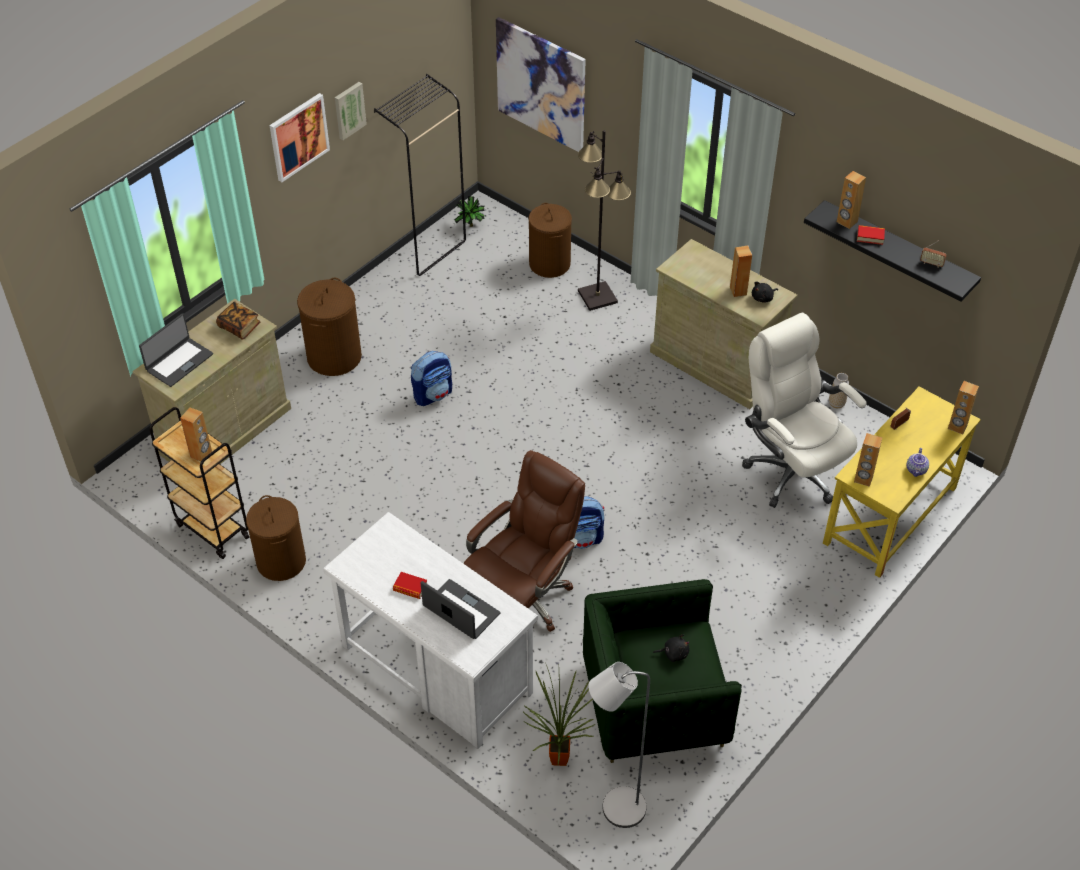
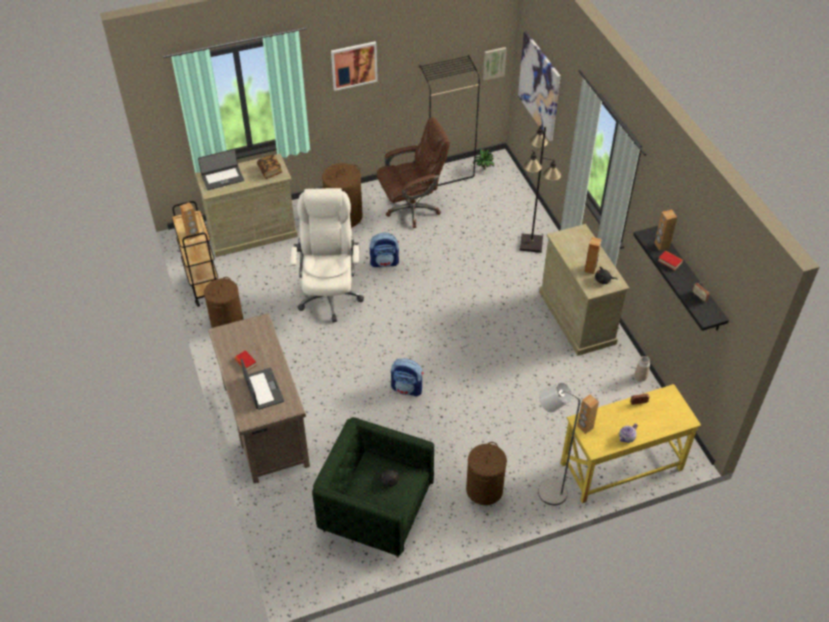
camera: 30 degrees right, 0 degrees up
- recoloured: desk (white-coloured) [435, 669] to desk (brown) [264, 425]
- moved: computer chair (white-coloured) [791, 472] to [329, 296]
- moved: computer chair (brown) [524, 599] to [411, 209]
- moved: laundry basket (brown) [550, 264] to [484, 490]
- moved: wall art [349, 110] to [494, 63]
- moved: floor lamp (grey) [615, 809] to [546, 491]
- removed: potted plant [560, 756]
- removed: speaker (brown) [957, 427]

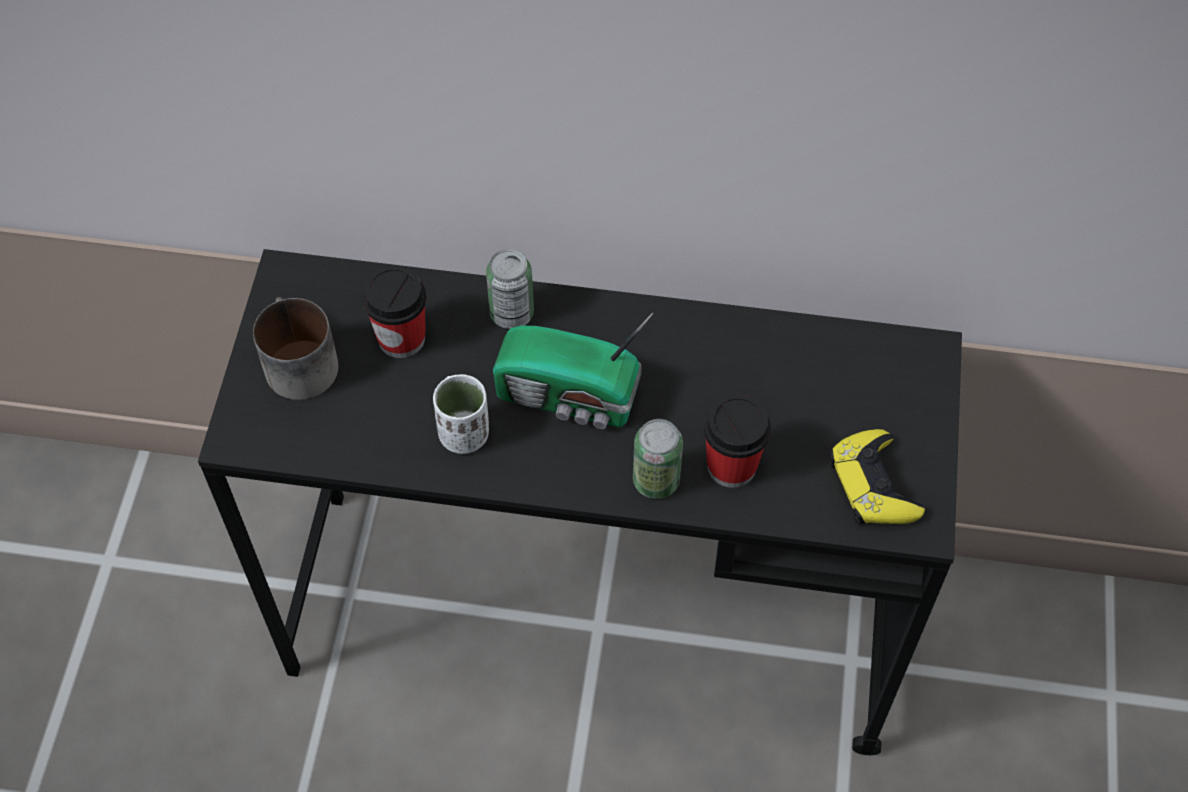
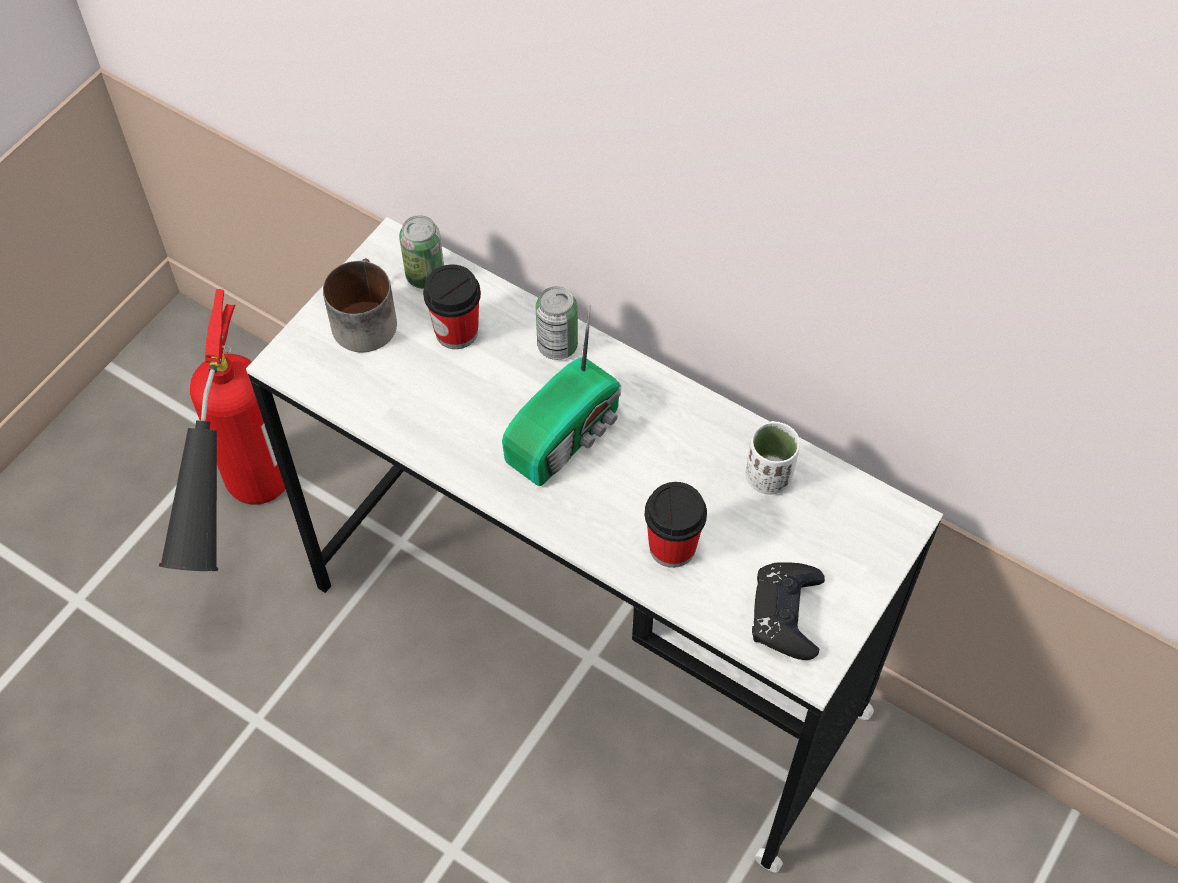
camera: 25 degrees right, 0 degrees up
- added: extinguisher [244, 532]
- recoloured: desk (blackish) [591, 619] to desk (white-coloured) [587, 648]
- moved: sealed can [656, 480] to [425, 275]
- turned: radio set [570, 398] = [567, 435] 90 degrees counterclockwise
- moved: cup (white-coloured) [464, 435] to [768, 477]
- recoloured: game controller (yellowish) [873, 485] to game controller (blackish) [786, 614]

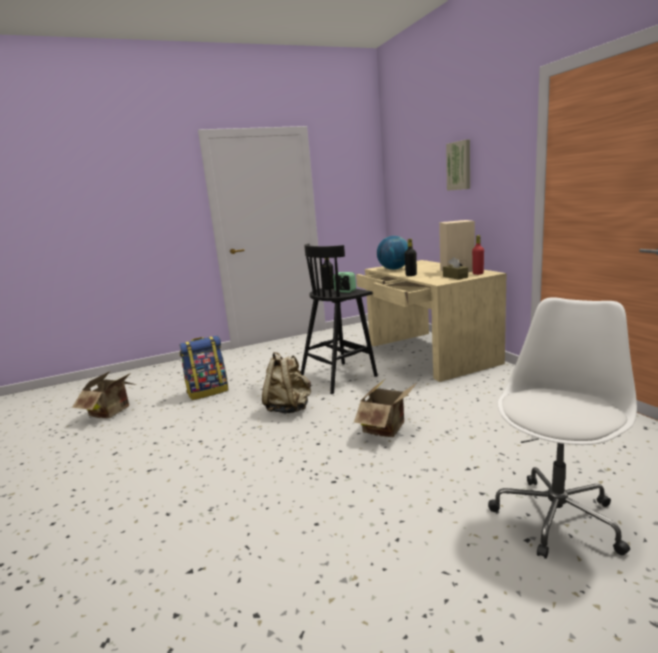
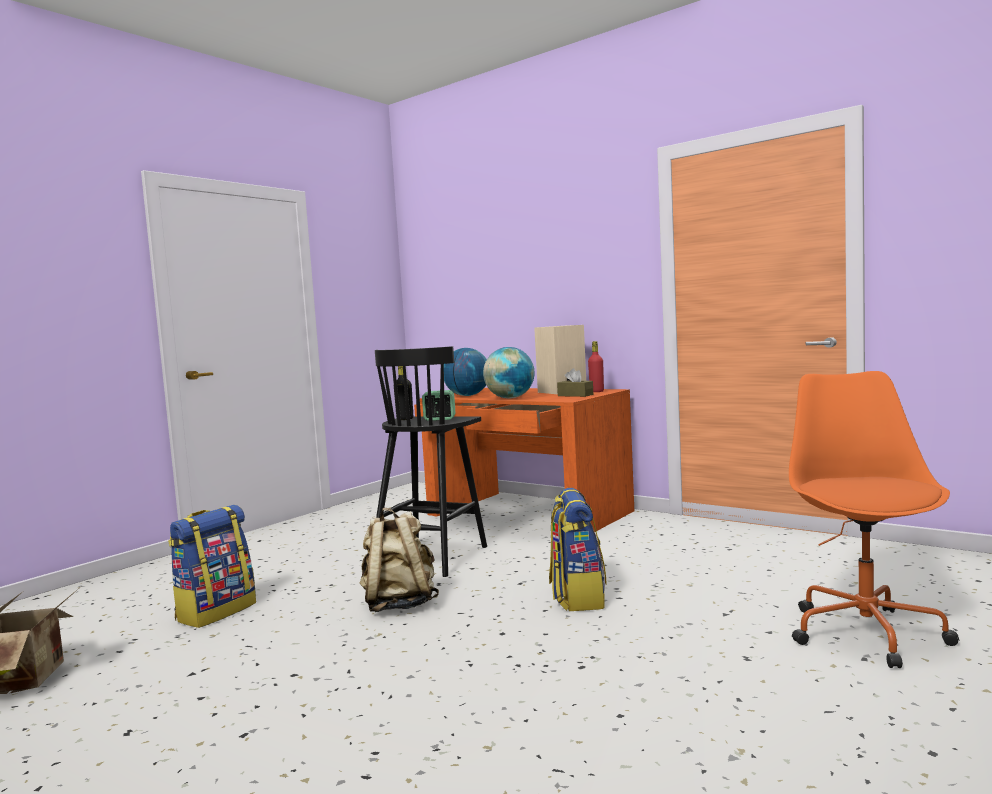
camera: 30 degrees left, 10 degrees down
- recoloured: desk (beige) [424, 355] to desk (orangey) [523, 516]
- replaced: bottle (blackish) [411, 275] to world globe [510, 398]
- replaced: carton [387, 428] to rucksack [577, 597]
- recoloured: computer chair (white-coloured) [557, 517] to computer chair (orangey) [864, 632]
- removed: wall art [459, 165]

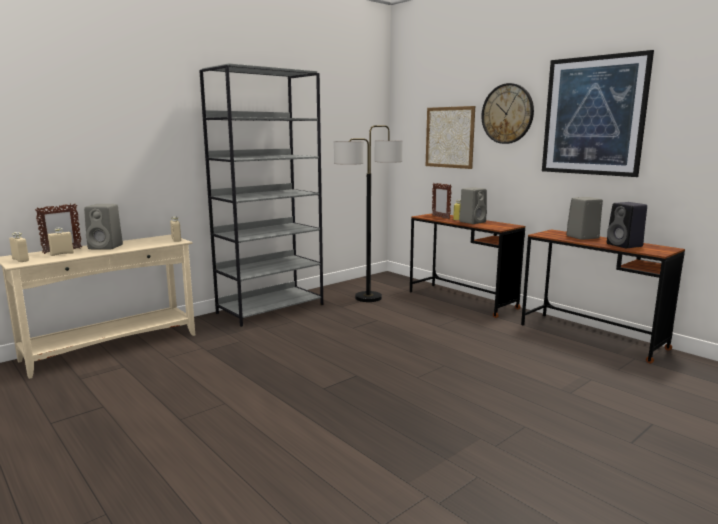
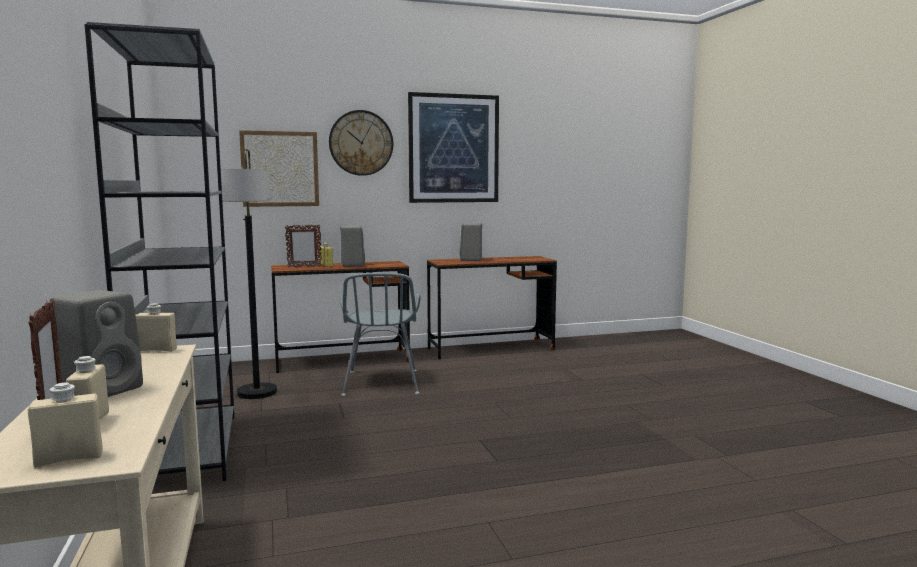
camera: 65 degrees left, 5 degrees down
- added: chair (grey) [381, 383]
- removed: speaker (blackish) [625, 245]

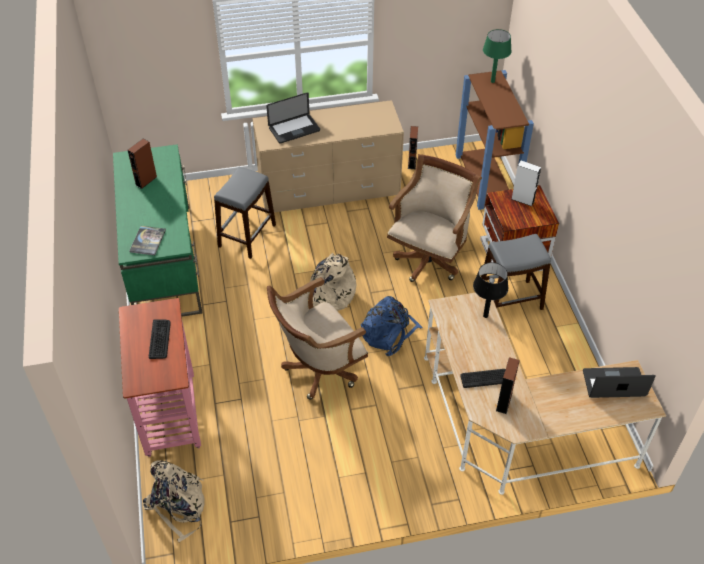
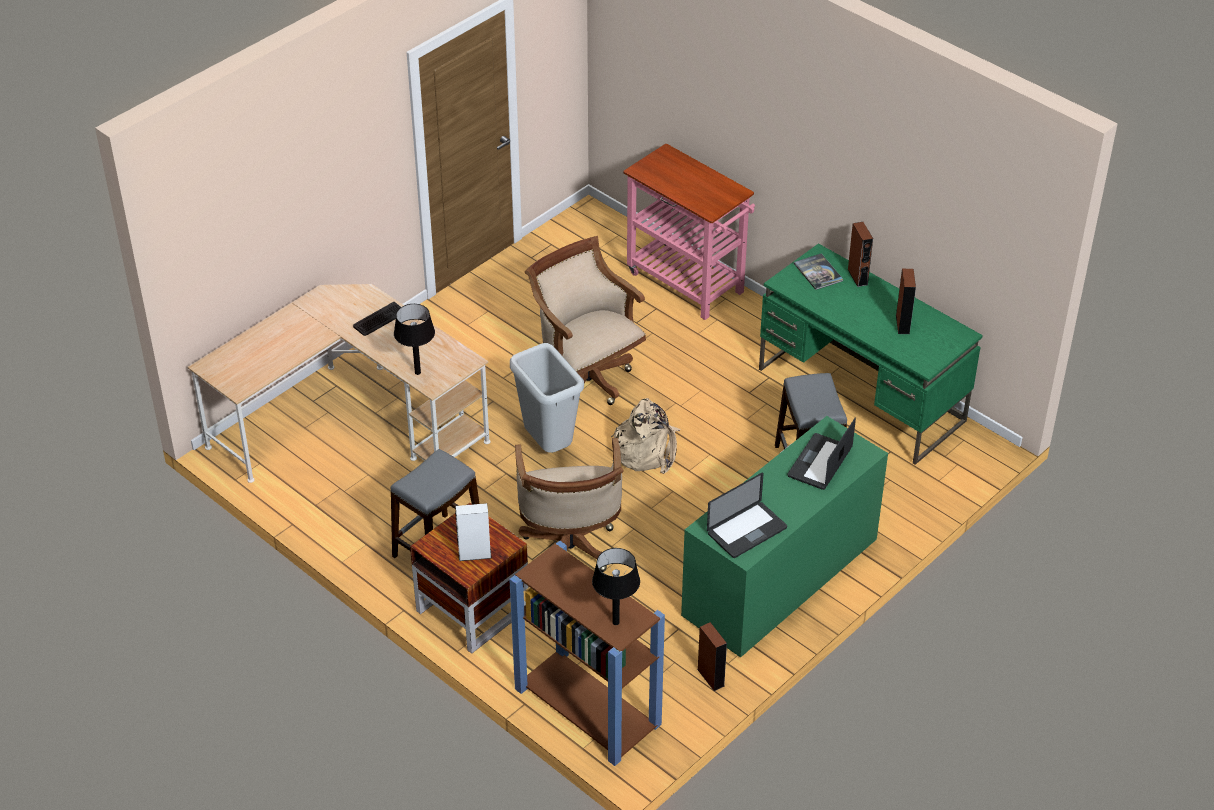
camera: 145 degrees right, 5 degrees down
- replaced: rucksack (blue) [389, 333] to waste bin (grey) [547, 446]
- turned: computer chair [319, 372] = [585, 377] 60 degrees counterclockwise
- recoloured: lamp for a table (green) [492, 81] to lamp for a table (blackish) [616, 622]
- recoloured: dresser (beige) [330, 188] to dresser (green) [779, 579]
- moved: laptop [614, 384] to [747, 531]
- moved: speaker (brown) [504, 401] to [857, 277]
- removed: rucksack (beige) [178, 505]
- removed: computer keyboard [160, 339]

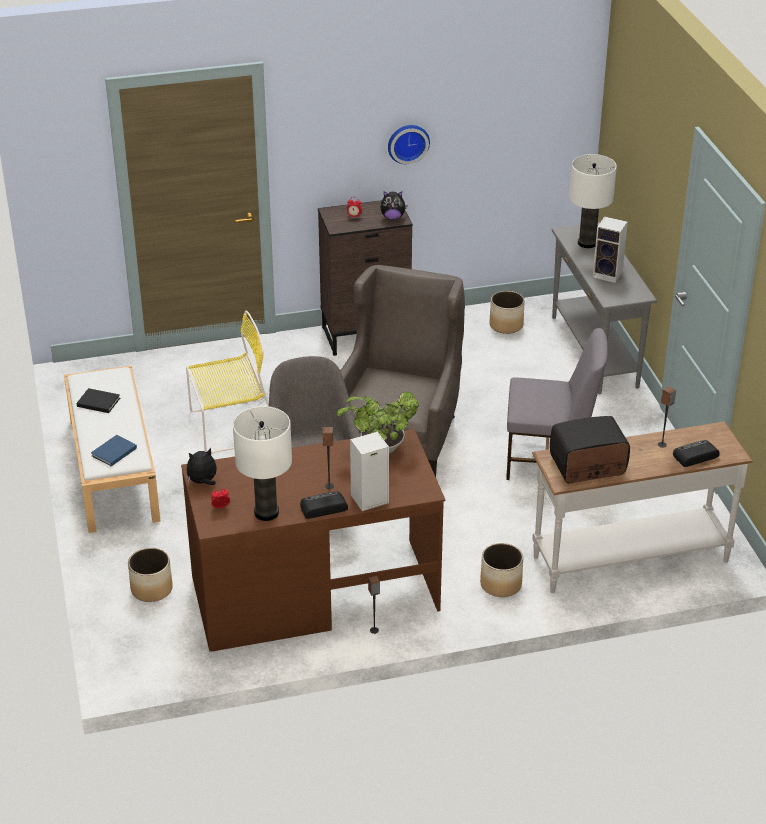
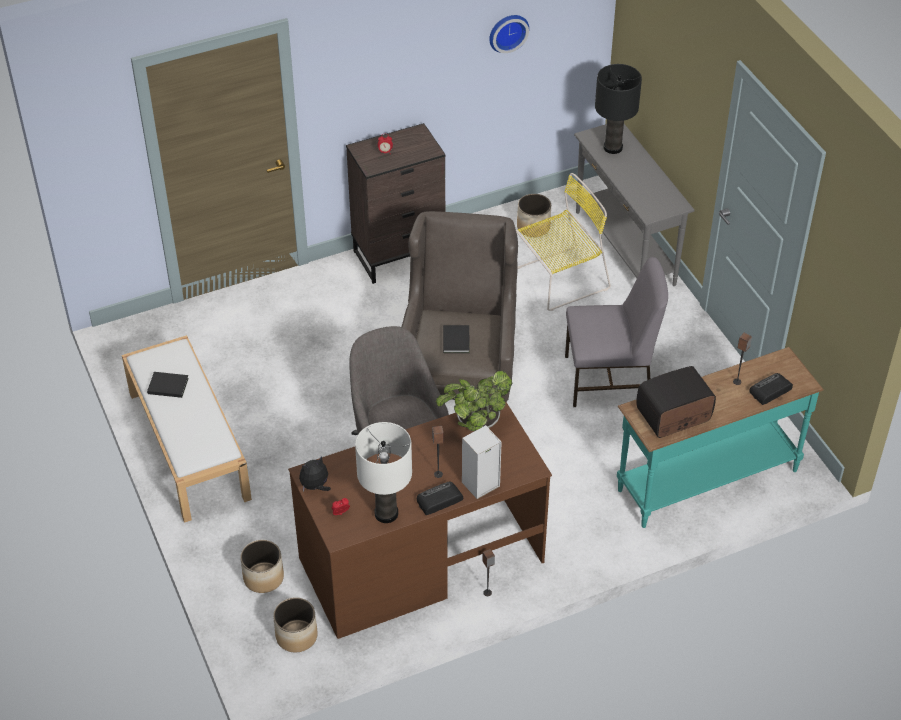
camera: 10 degrees left, 10 degrees up
- moved: plant pot [501, 584] to [297, 636]
- added: book (blackish) [456, 339]
- moved: hanging clock [407, 142] to [507, 31]
- moved: chair (yellowish) [231, 426] to [559, 279]
- recoloured: lamp for a table (white-coloured) [587, 243] to lamp for a table (blackish) [612, 148]
- recoloured: console table (white-coloured) [629, 558] to console table (blue-green) [706, 479]
- removed: book (blue) [113, 452]
- removed: cuddly toy [392, 217]
- removed: speaker [608, 274]

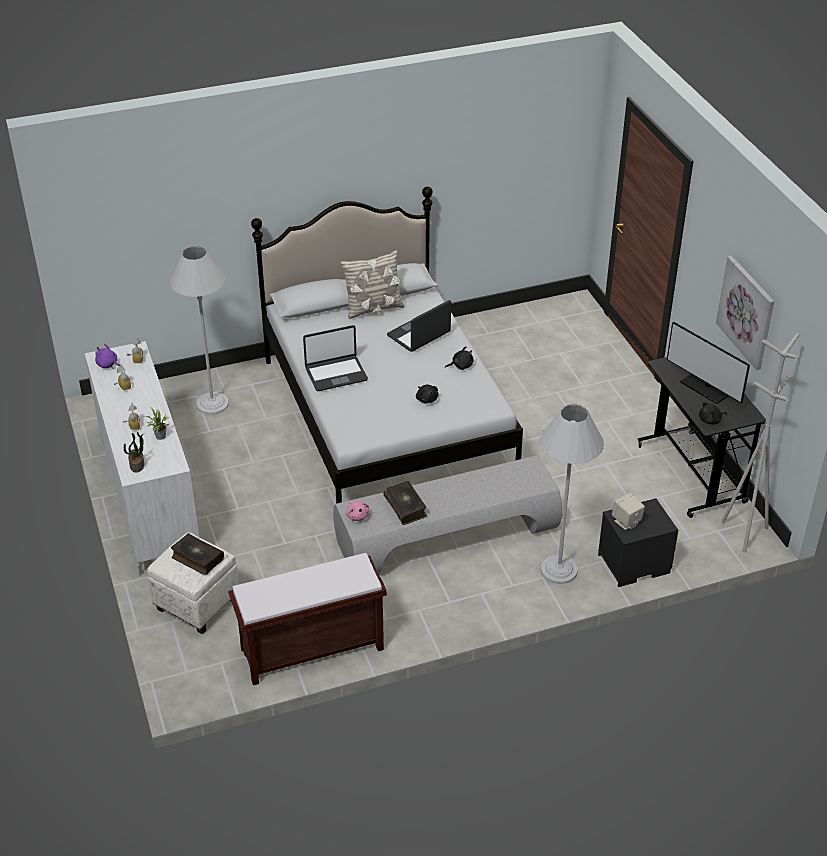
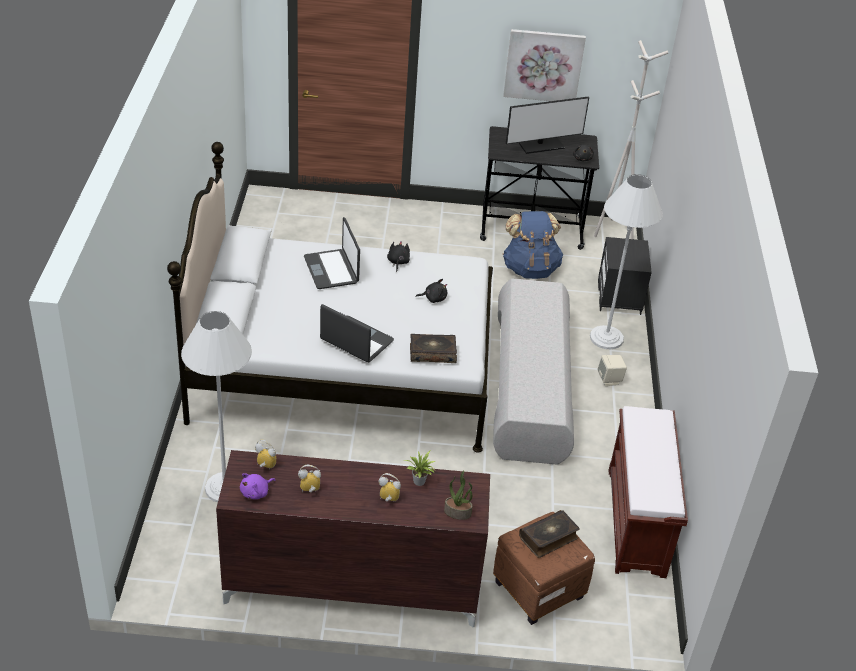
camera: 70 degrees left, 0 degrees up
- recoloured: dresser (white-coloured) [149, 498] to dresser (brown) [352, 586]
- turned: laptop [336, 374] = [356, 341] 60 degrees counterclockwise
- moved: book [406, 507] to [432, 353]
- recoloured: ottoman (white-coloured) [196, 604] to ottoman (brown) [538, 590]
- added: rucksack (blue) [530, 268]
- moved: speaker (beige) [626, 522] to [609, 379]
- removed: pillow (beige) [373, 309]
- removed: cuddly toy (pink) [357, 515]

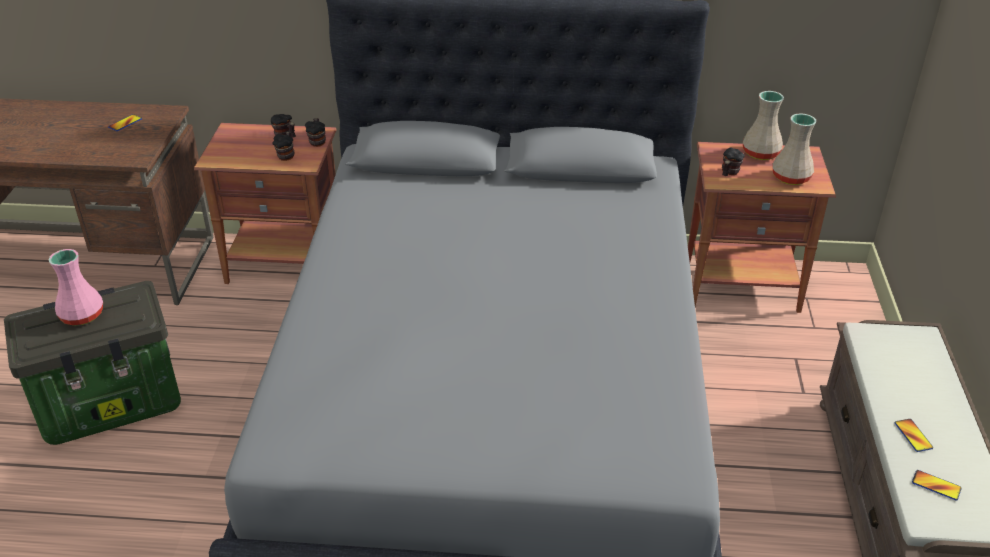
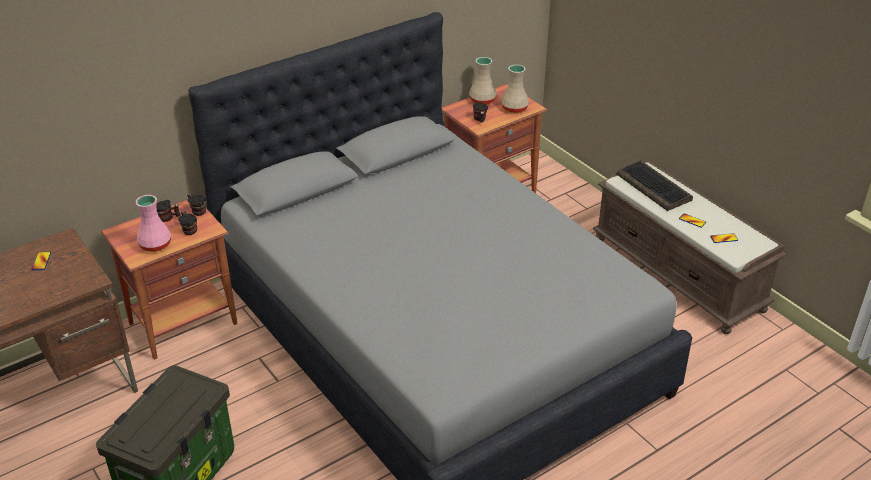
camera: 40 degrees left, 0 degrees up
- moved: flower vase (pink) [81, 316] to [154, 245]
- added: computer keyboard [654, 187]

